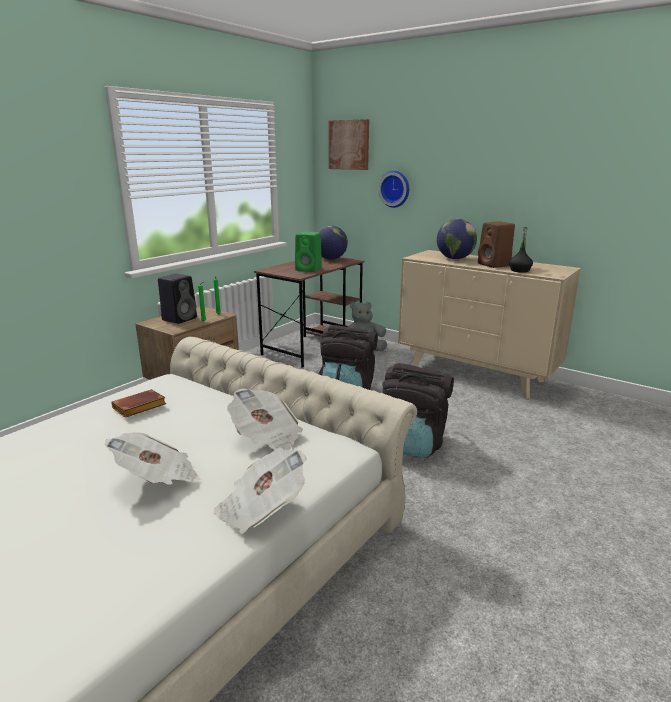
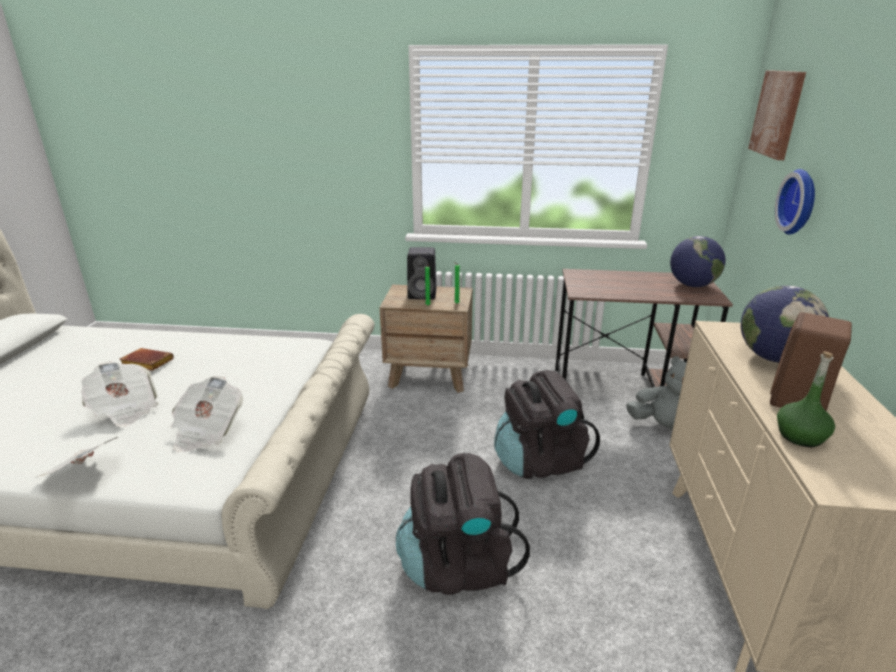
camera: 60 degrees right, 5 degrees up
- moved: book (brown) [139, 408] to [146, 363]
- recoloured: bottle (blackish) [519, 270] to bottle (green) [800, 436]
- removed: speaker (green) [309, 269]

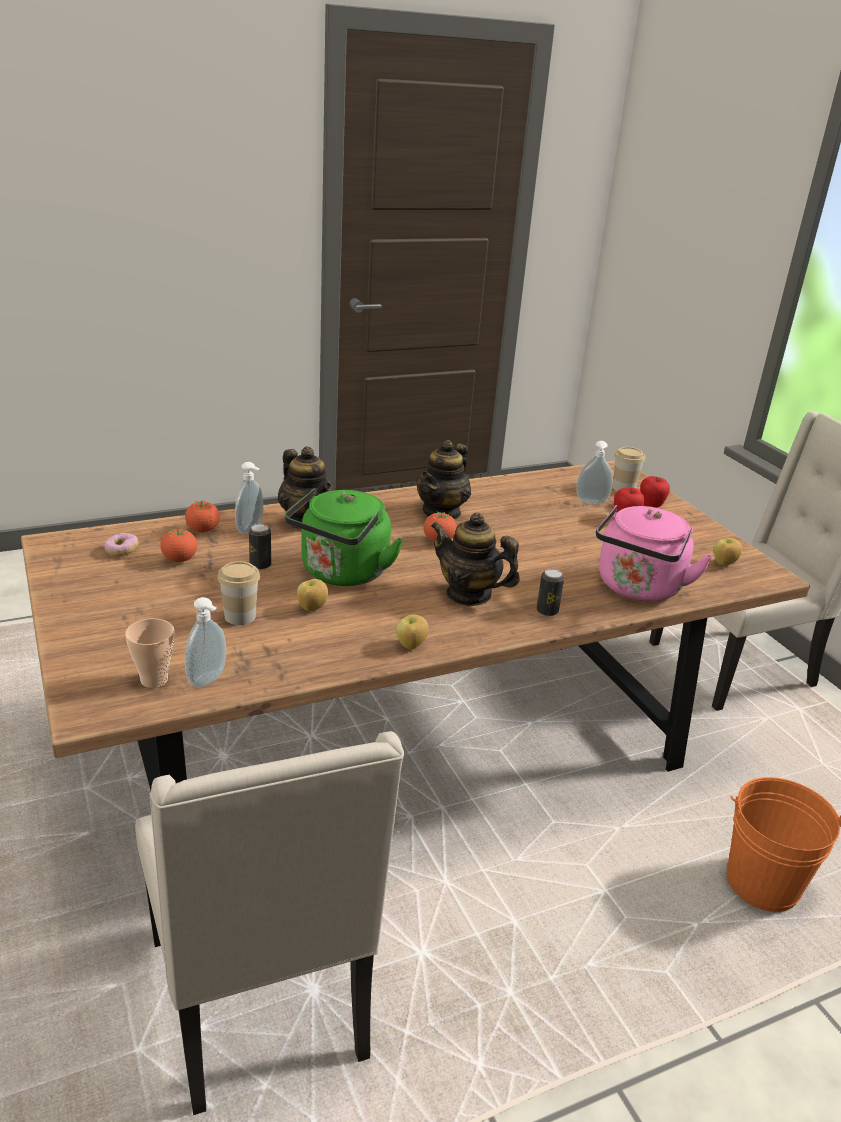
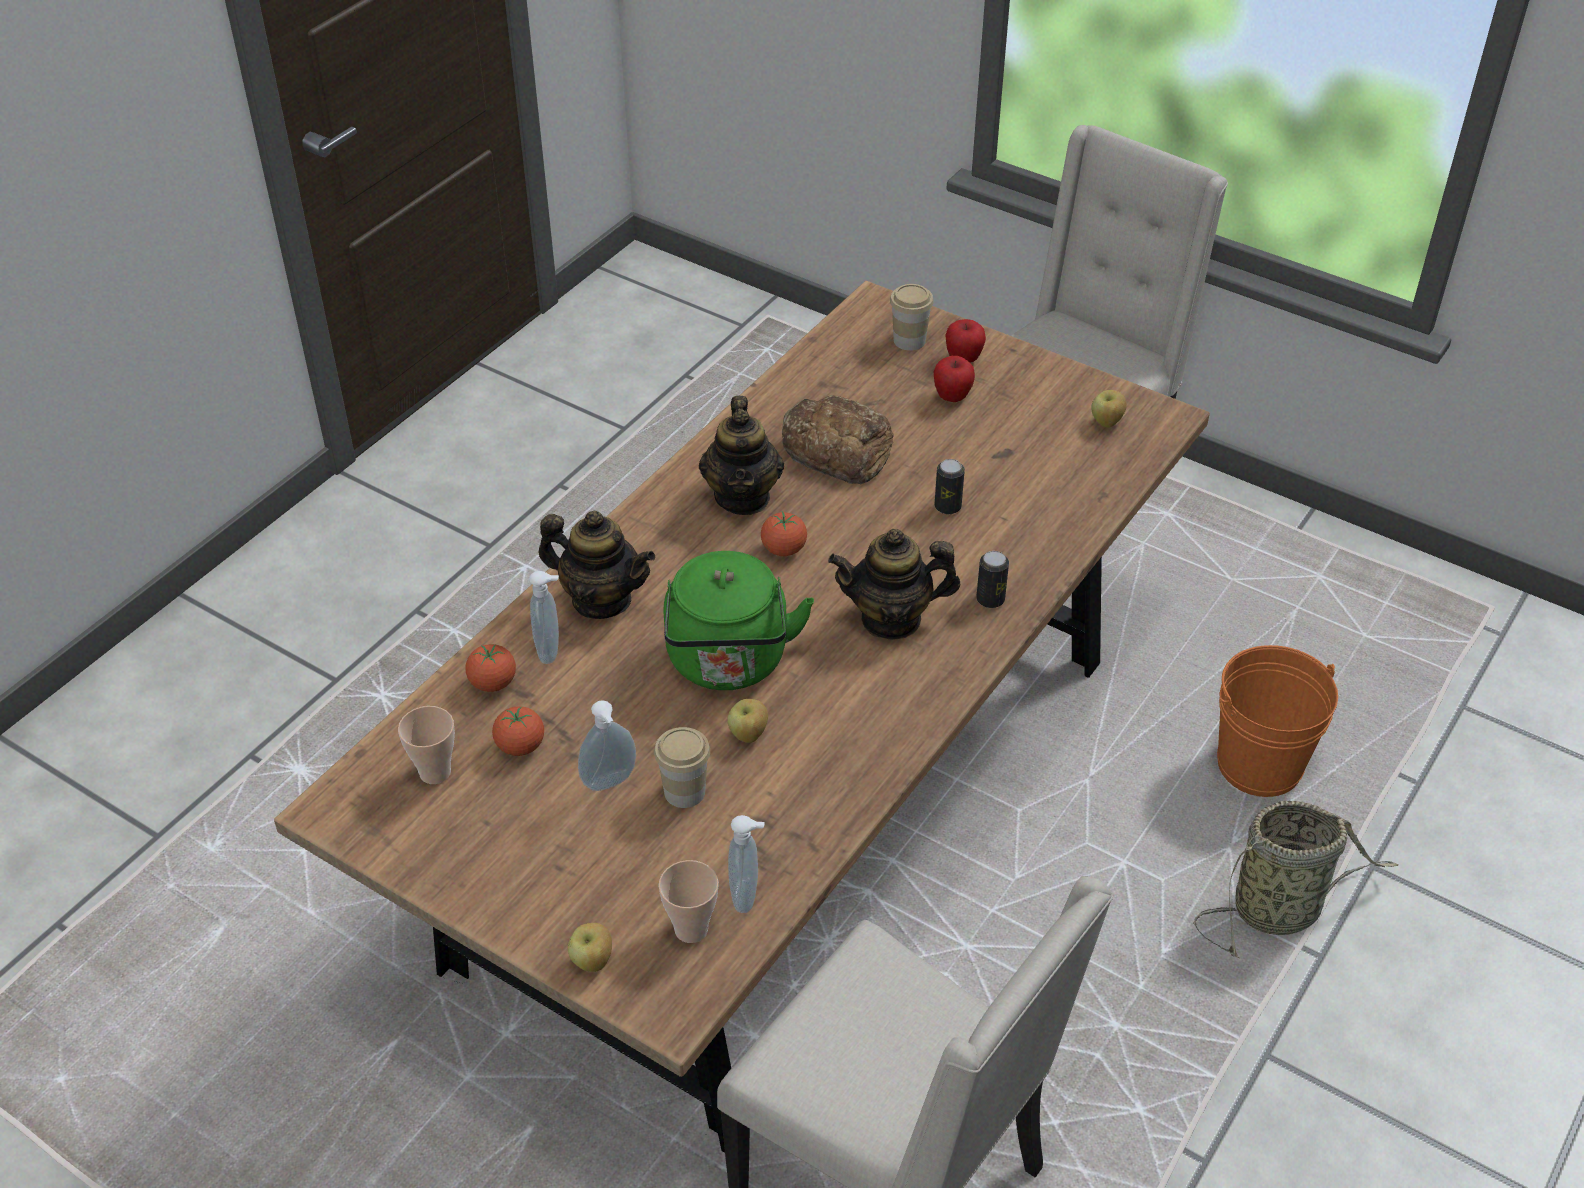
camera: 30 degrees left, 15 degrees up
- replaced: doughnut [122, 551] to cup [435, 772]
- moved: apple [411, 645] to [593, 962]
- moved: soap bottle [591, 502] to [610, 783]
- added: bread [837, 449]
- moved: sealed can [260, 565] to [947, 506]
- added: basket [1281, 909]
- removed: kettle (pink) [638, 589]

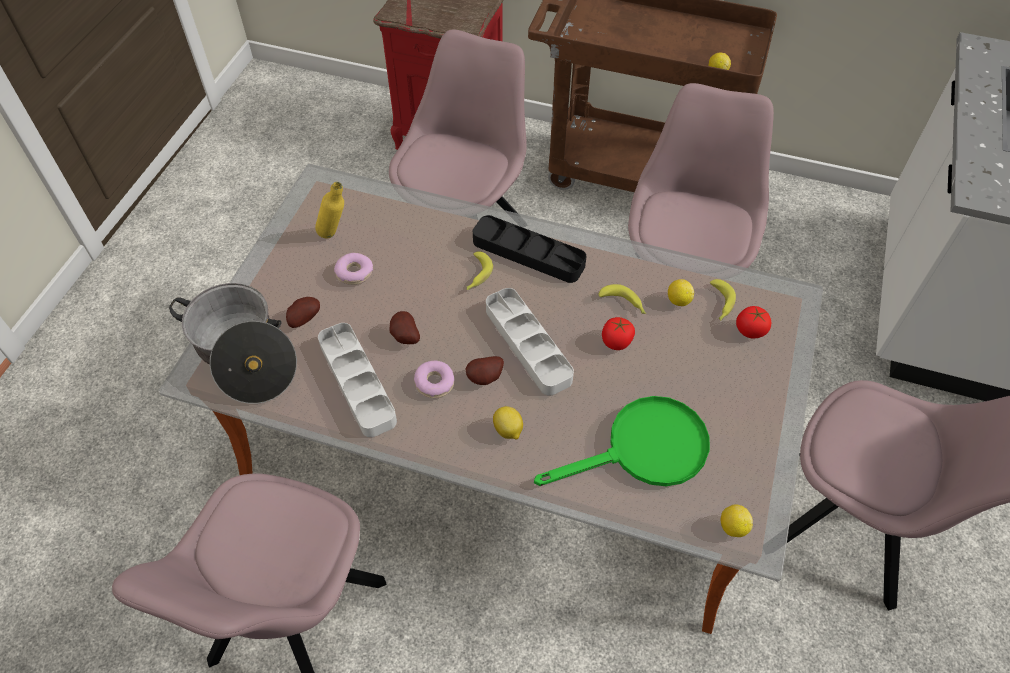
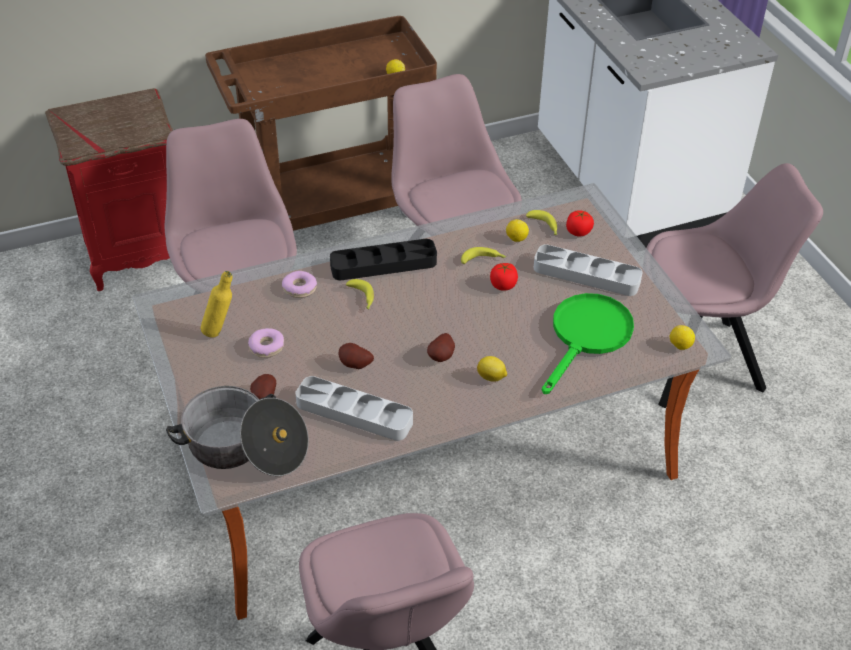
camera: 40 degrees left, 10 degrees down
- moved: doughnut [434, 383] to [299, 288]
- moved: tray (grey) [528, 344] to [586, 275]

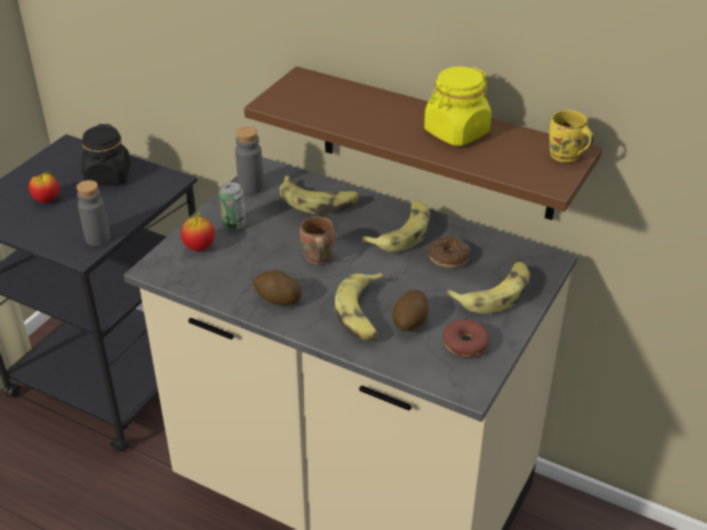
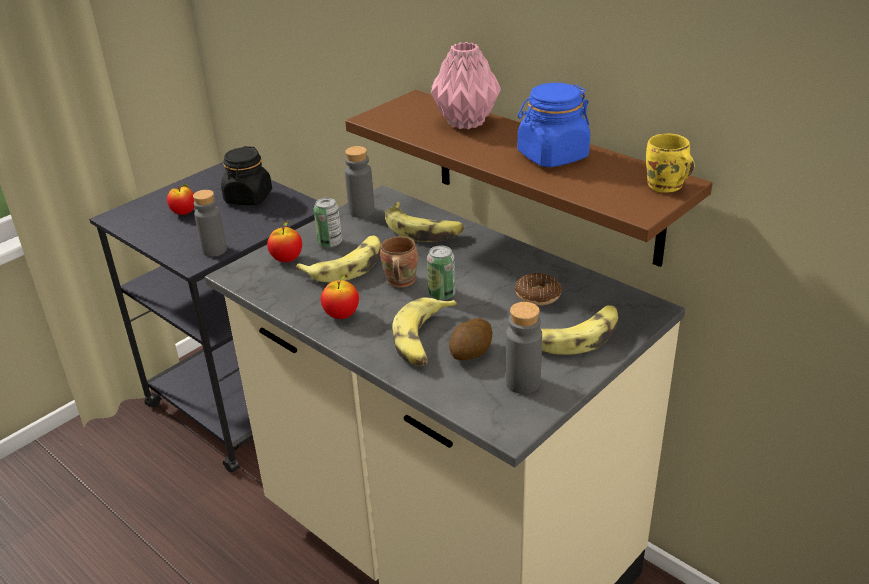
camera: 15 degrees right, 5 degrees down
- moved: banana fruit [402, 233] to [346, 266]
- replaced: spud [277, 299] to apple [342, 315]
- added: sealed can [442, 294]
- added: flower vase (pink) [467, 123]
- replaced: doughnut [465, 344] to bottle (grey) [522, 383]
- recoloured: preserve jar (yellowish) [456, 132] to preserve jar (blue) [552, 156]

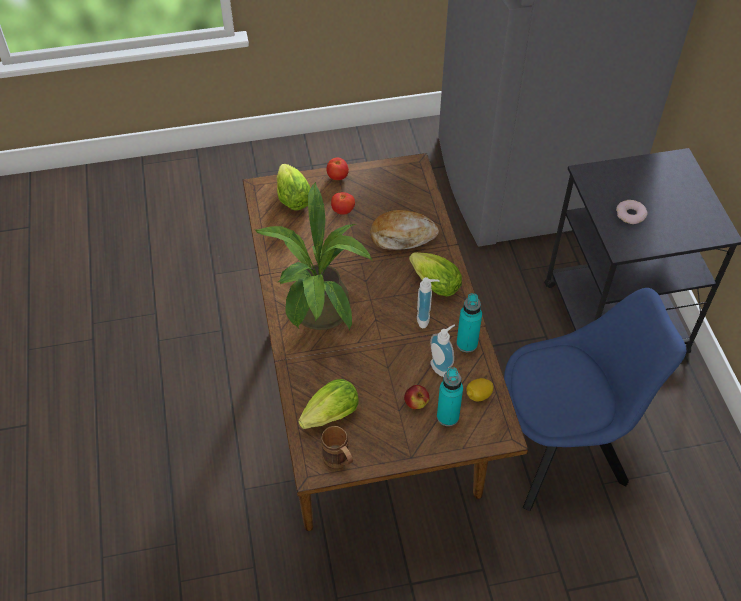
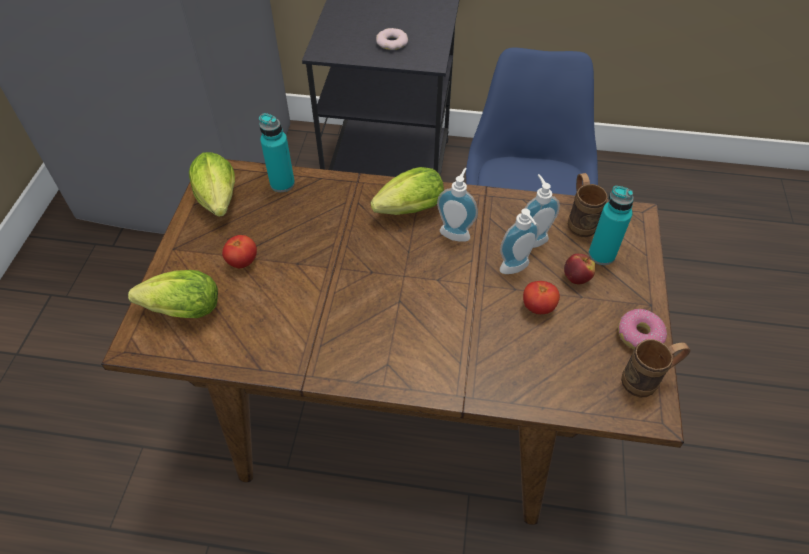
camera: 70 degrees left, 0 degrees up
- moved: lettuce [328, 417] to [219, 202]
- moved: bottle (blue-green) [467, 344] to [282, 183]
- added: soap bottle [516, 269]
- moved: whole tomato [337, 177] to [538, 307]
- replaced: citrus fruit [478, 395] to mug (brown) [579, 220]
- added: doughnut [639, 335]
- removed: potted plant [319, 316]
- removed: bread [402, 236]

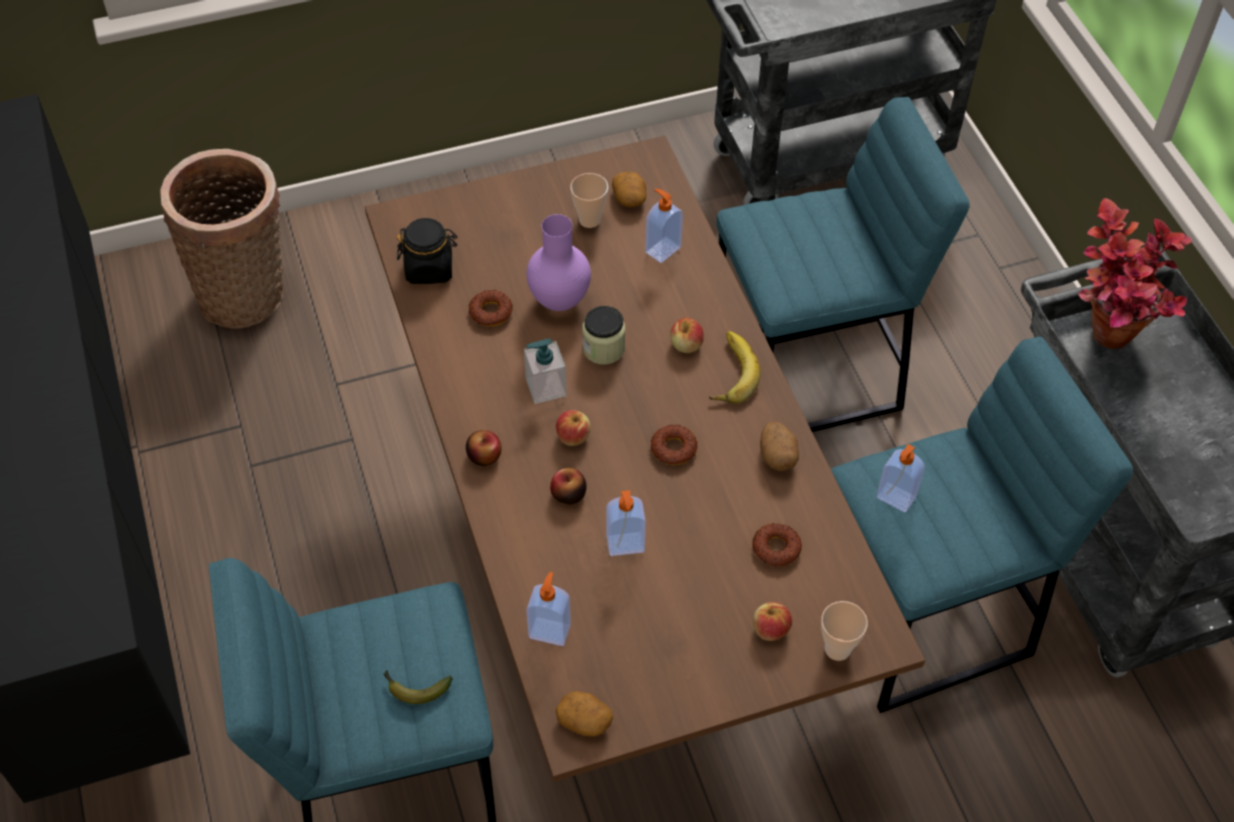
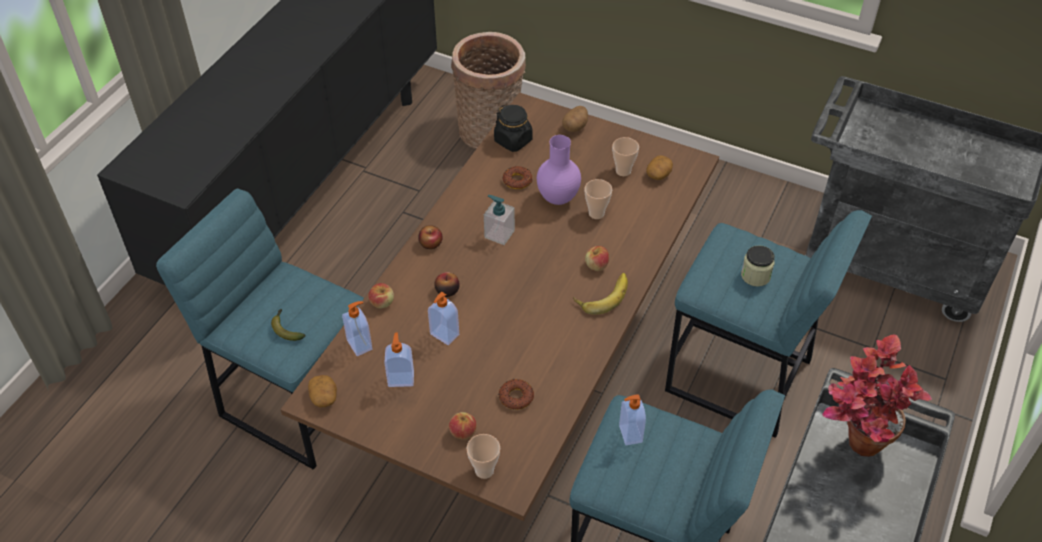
camera: 45 degrees right, 5 degrees down
- moved: apple [573, 436] to [382, 302]
- moved: soap bottle [662, 249] to [401, 378]
- moved: spud [777, 456] to [575, 126]
- added: cup [596, 213]
- moved: preserve jar [603, 348] to [755, 275]
- removed: doughnut [673, 448]

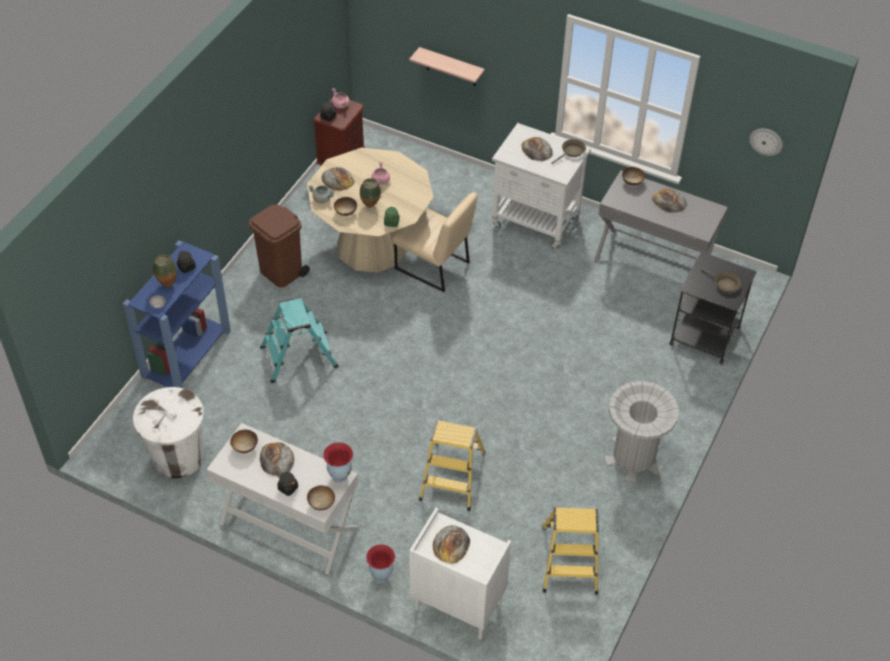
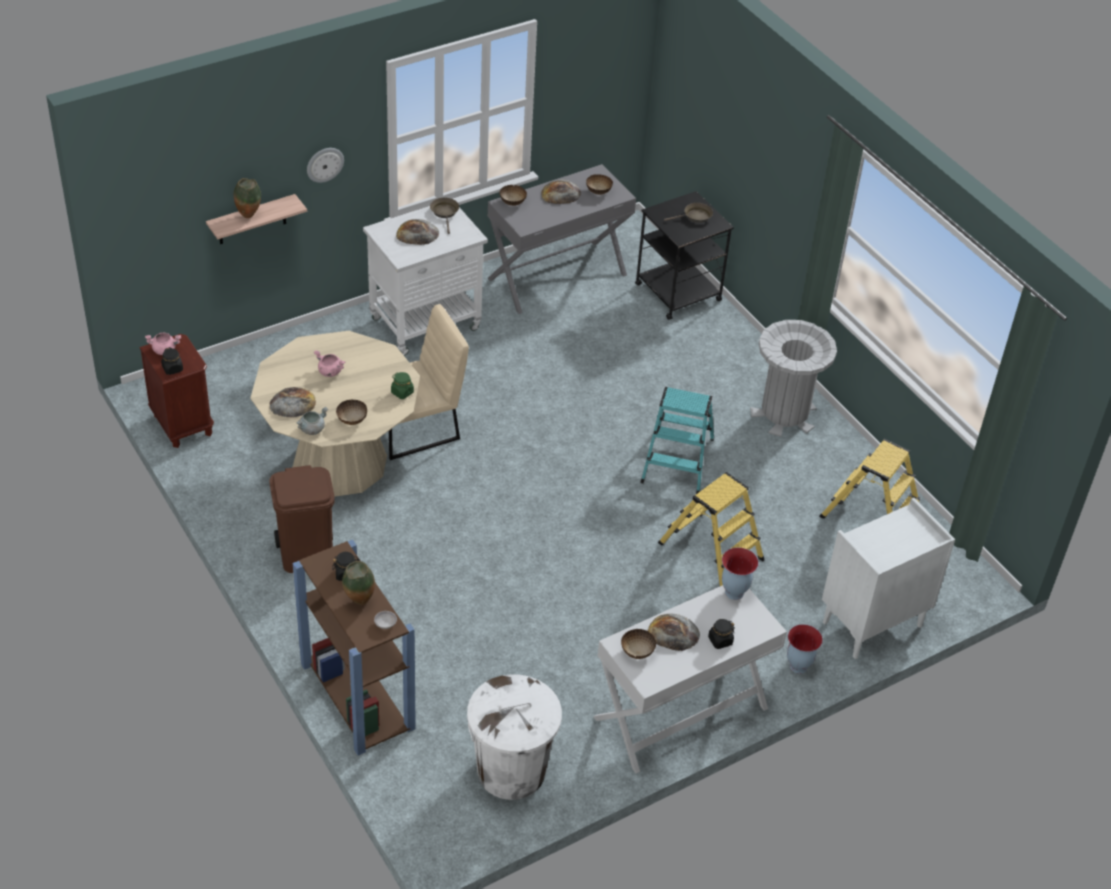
camera: 60 degrees left, 5 degrees down
- moved: flower vase [371, 206] to [249, 215]
- recoloured: shelving unit (blue) [187, 353] to shelving unit (brown) [357, 695]
- moved: hanging clock [766, 141] to [324, 164]
- moved: bowl [321, 504] to [599, 192]
- moved: step stool (blue-green) [299, 356] to [677, 460]
- removed: bread [451, 544]

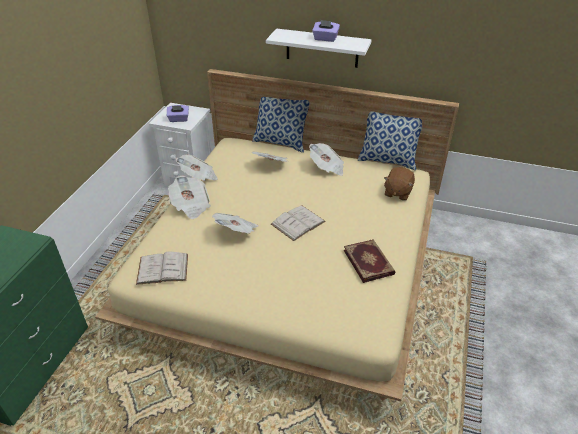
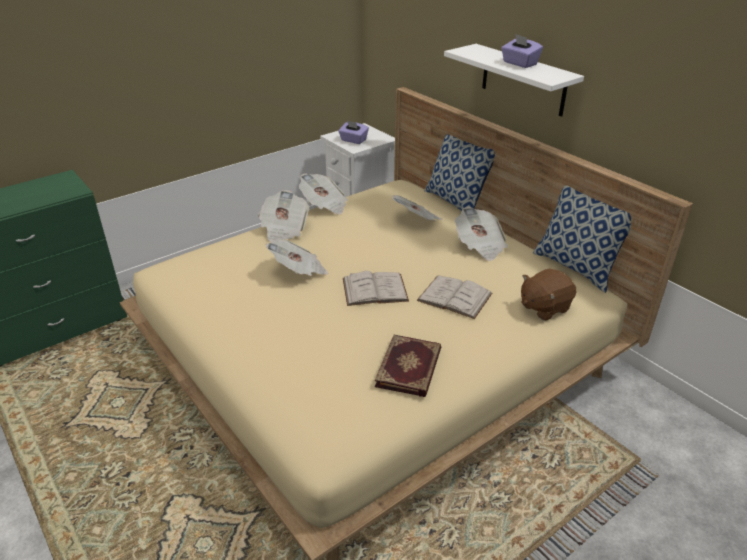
camera: 35 degrees right, 5 degrees down
- moved: book (white-coloured) [162, 269] to [454, 297]

